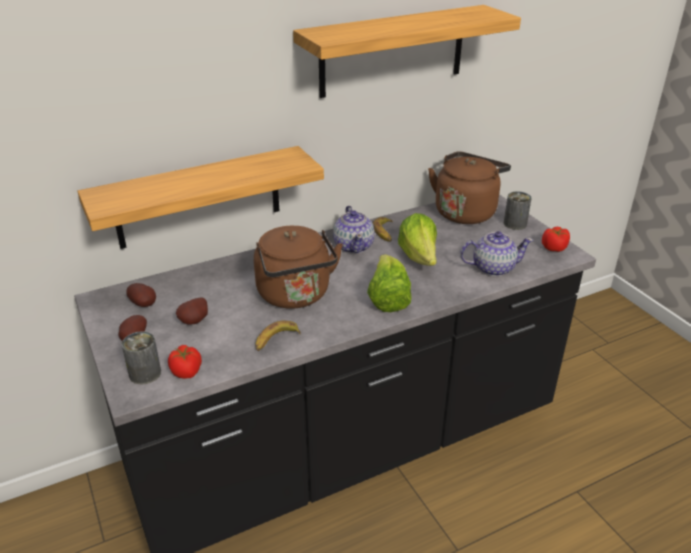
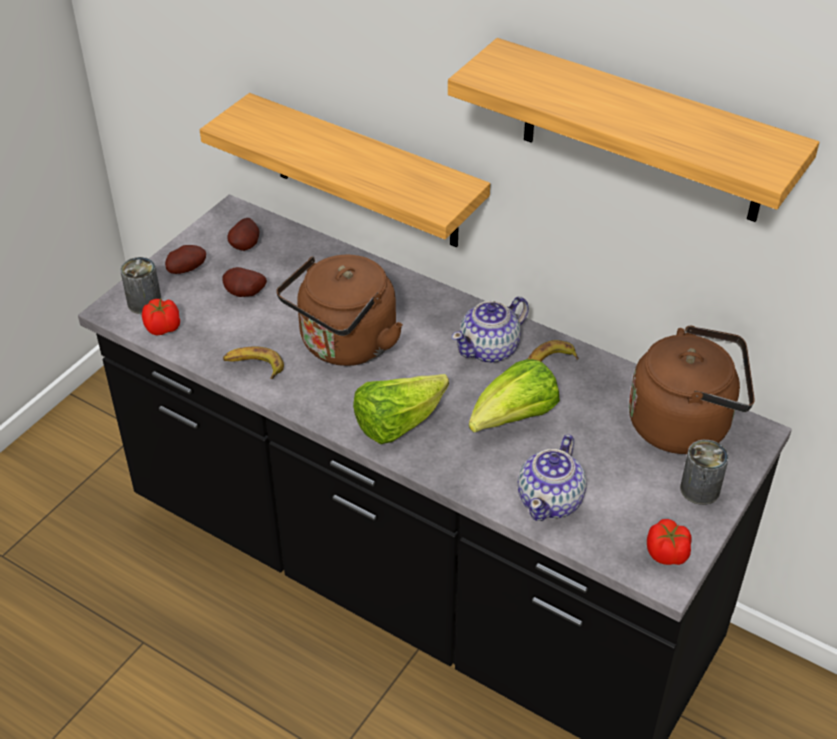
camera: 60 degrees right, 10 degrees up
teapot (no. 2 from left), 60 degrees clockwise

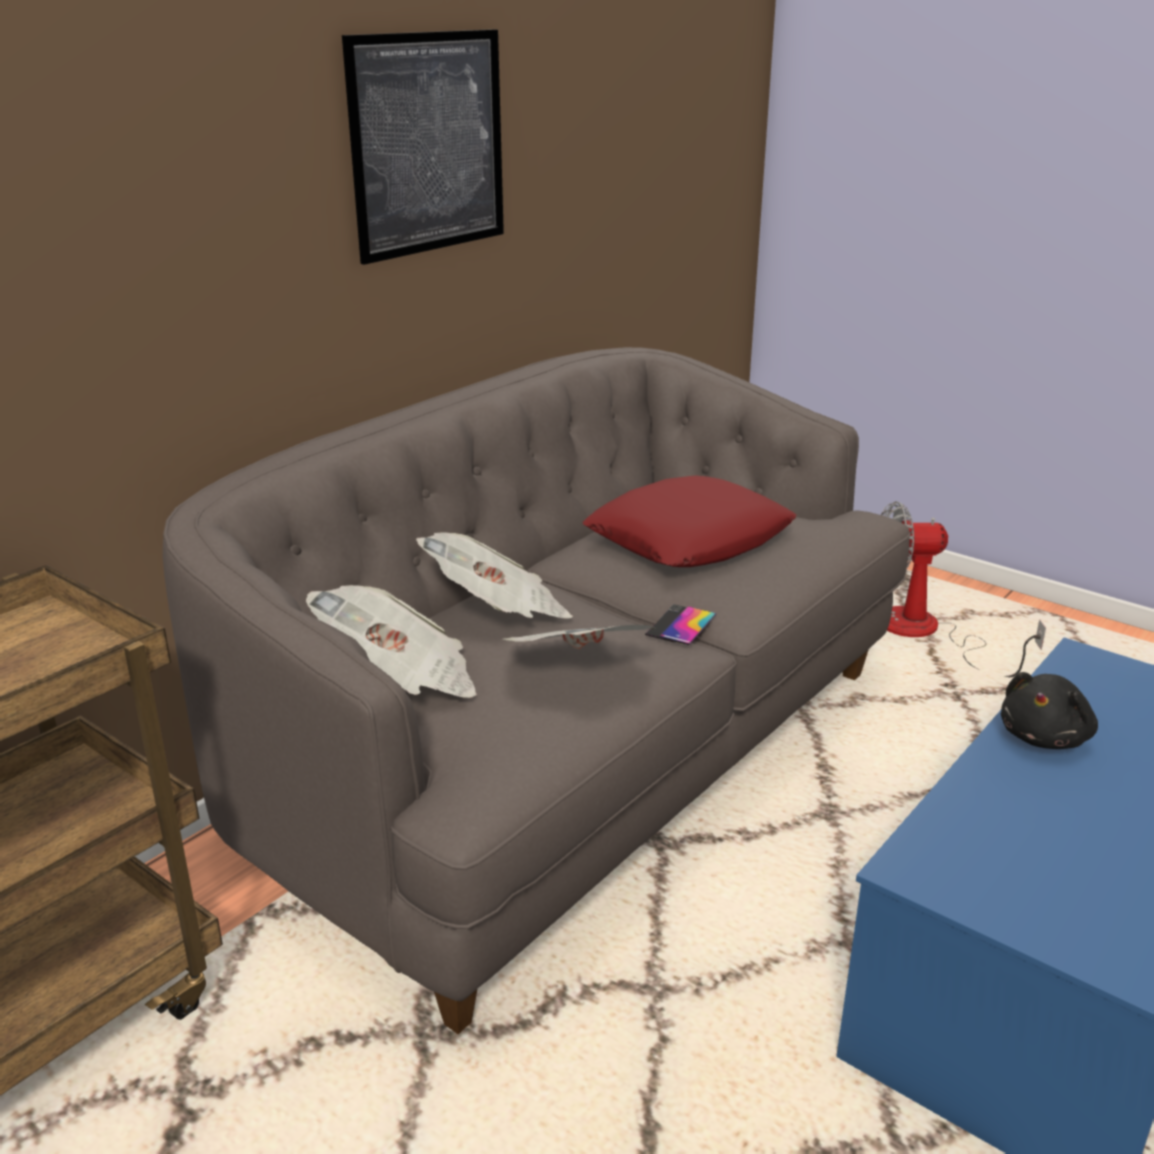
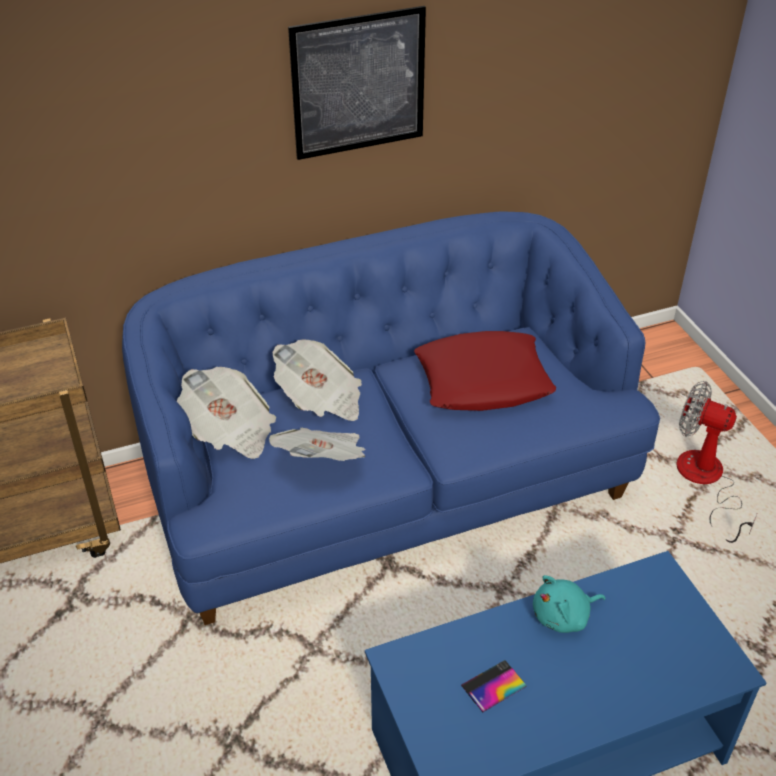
camera: 30 degrees right, 15 degrees up
sofa (grey) -> sofa (blue)
phone, shifted
plush toy (black) -> plush toy (turquoise)

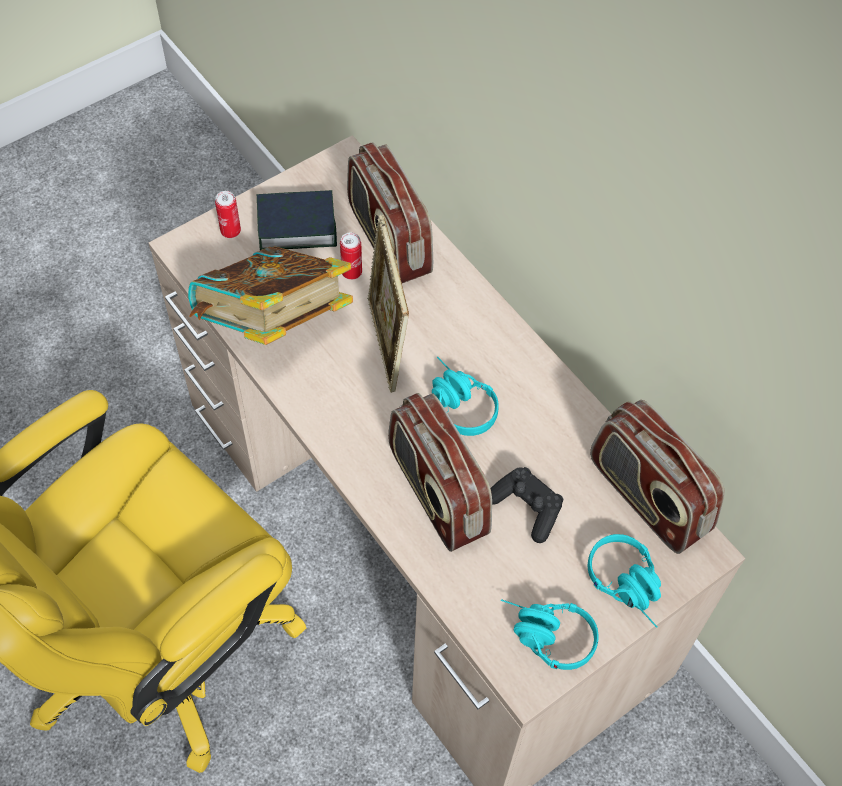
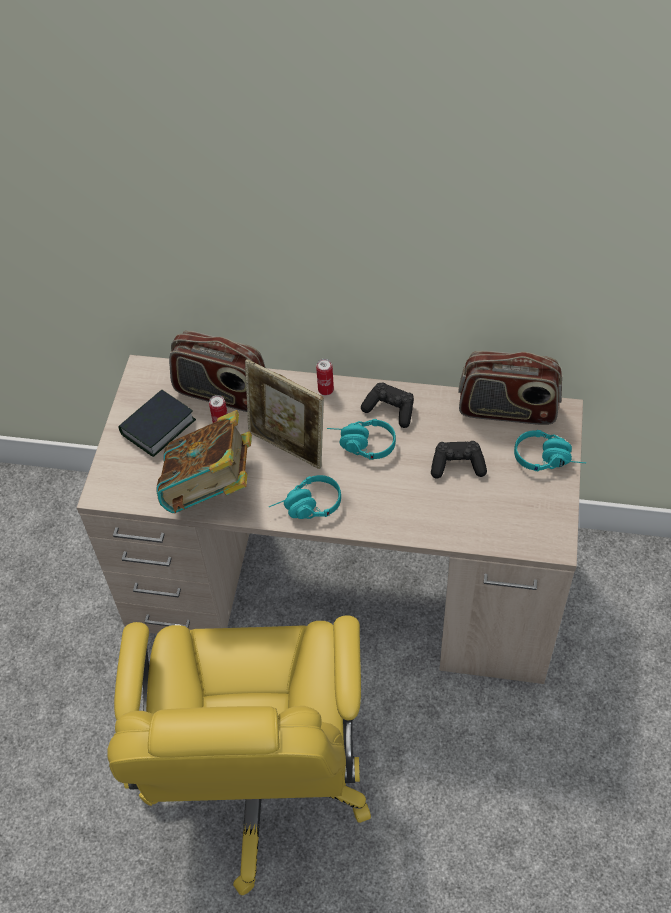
camera: 40 degrees left, 5 degrees down
can (no. 1 from left in the first image) -> can (no. 2 from left), shifted
radio (no. 2 from left) -> none
headphones (turquoise) (no. 2 from left in the first image) -> headphones (turquoise) (no. 1 from left), shifted
none -> game controller (black) (no. 1 from left)

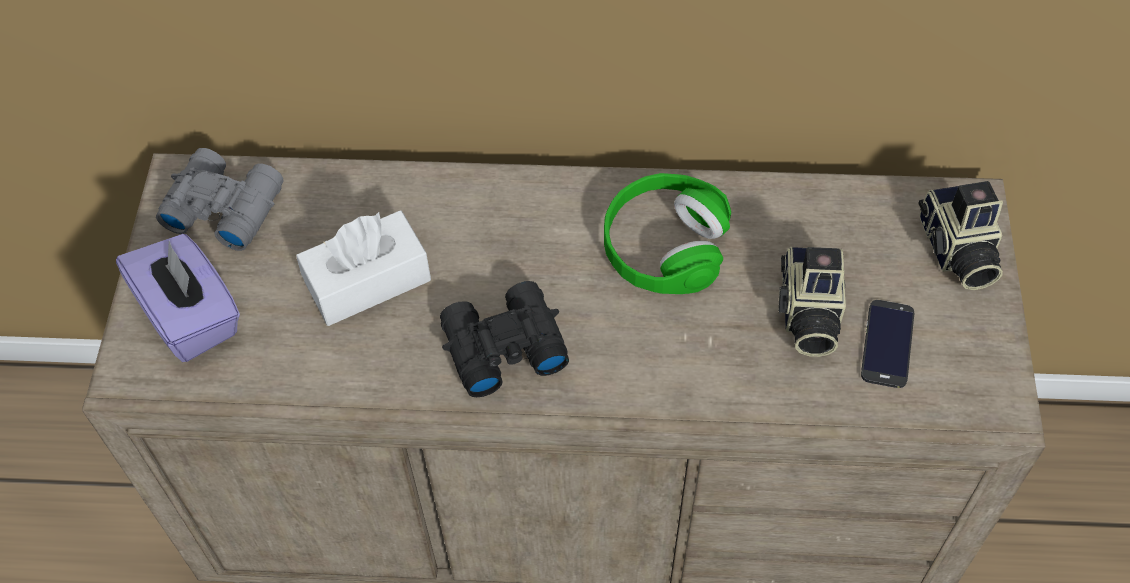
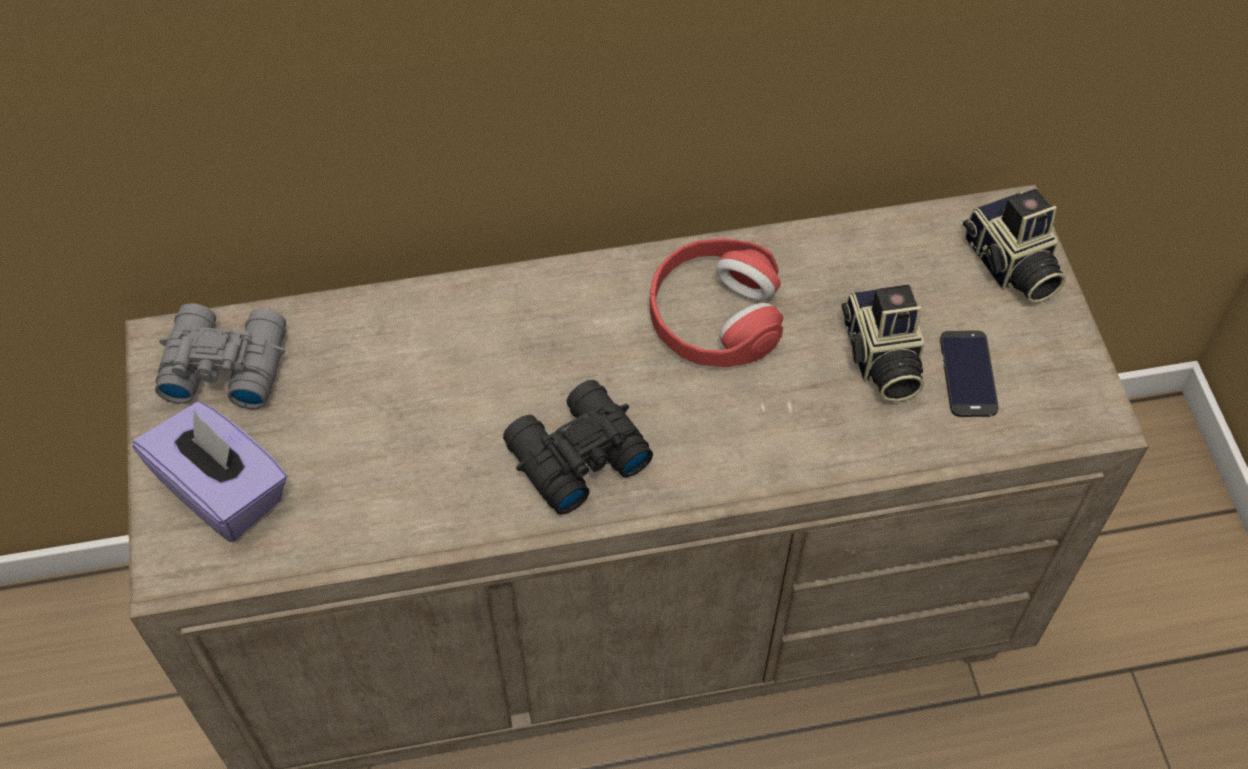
camera: 15 degrees left, 0 degrees up
headphones (green) -> headphones (red)
tissue box (white) -> none

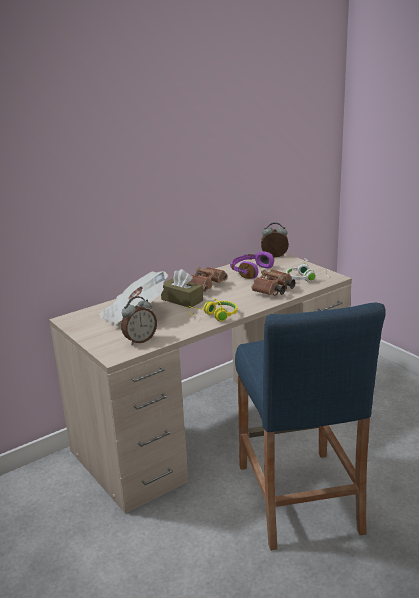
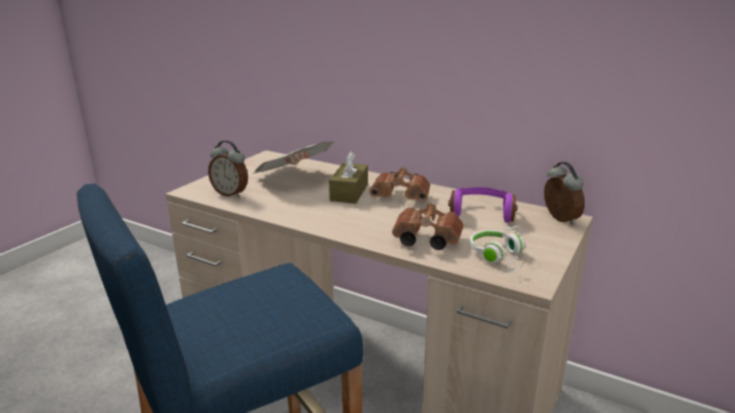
camera: 65 degrees right, 0 degrees up
headphones (yellow) -> none

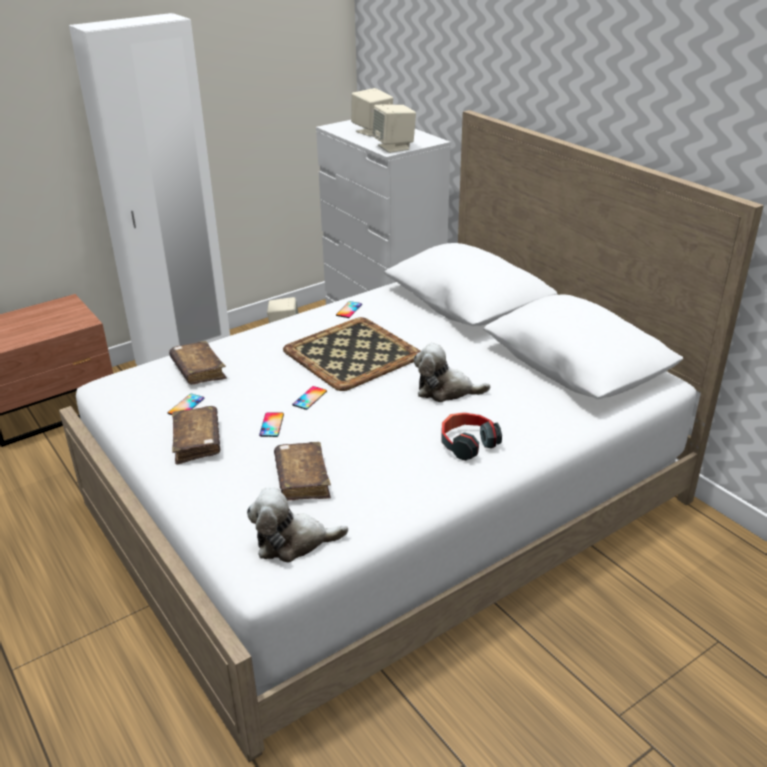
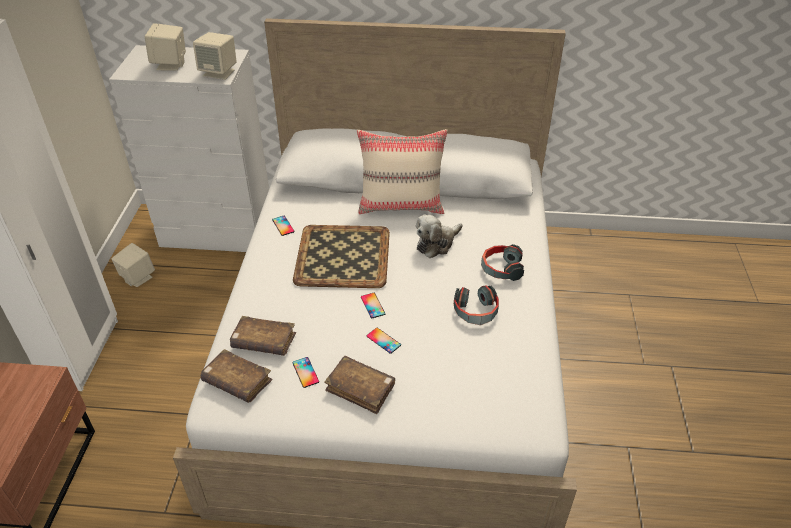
camera: 50 degrees left, 10 degrees up
book (brown) (no. 3 from left in the first image) -> book (brown) (no. 1 from left), shifted
plush toy (no. 1 from left) -> none
none -> pillow (beige)
none -> headphones (no. 1 from left)

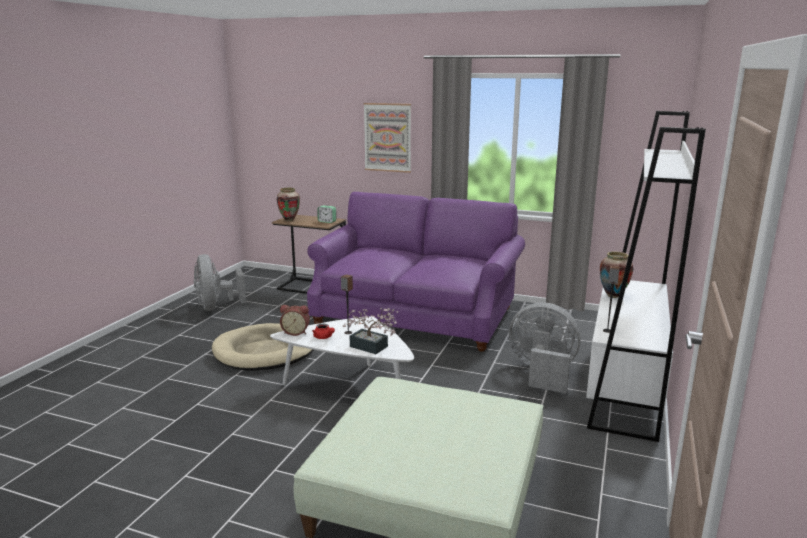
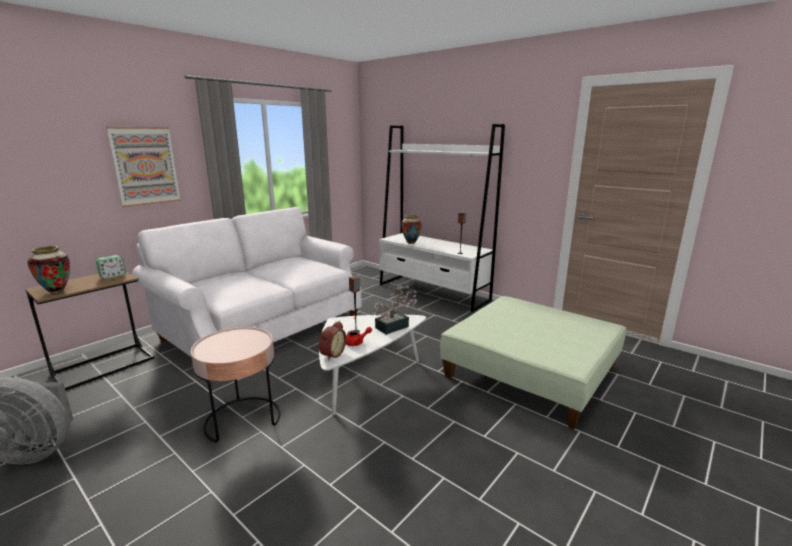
camera: 70 degrees left, 0 degrees up
sofa (purple) -> sofa (white)
fan (grey) (no. 2 from left) -> none
dog bed (beige) -> side table (pink)

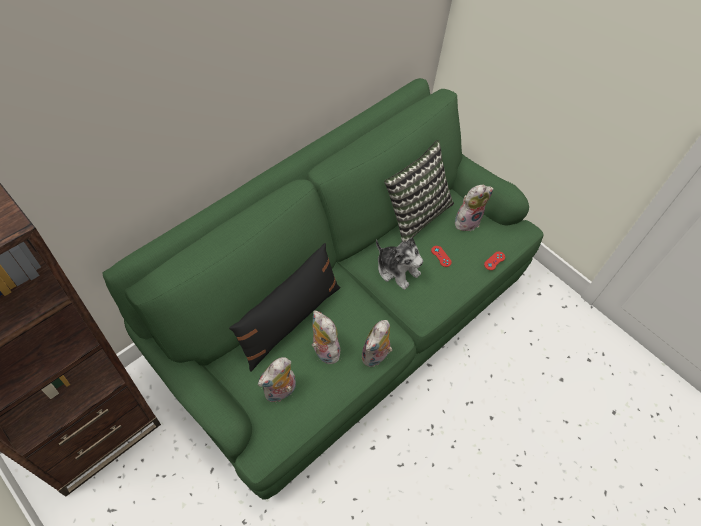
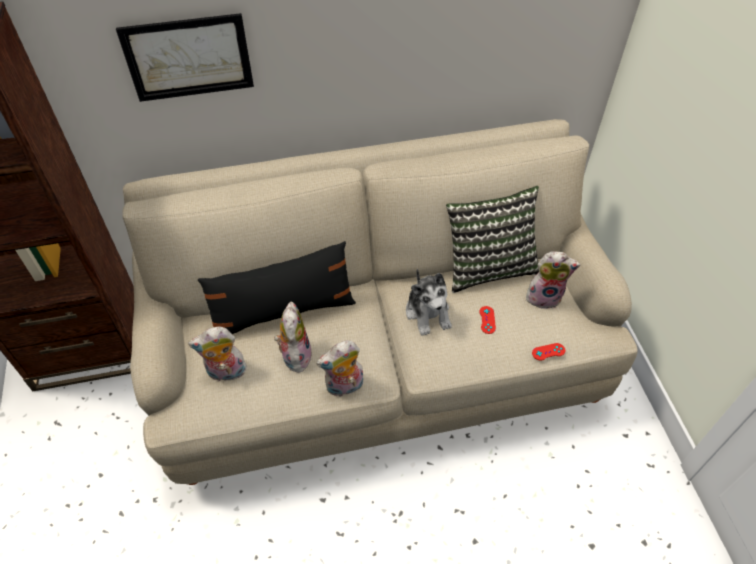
camera: 35 degrees right, 5 degrees down
sofa (green) -> sofa (beige)
none -> picture

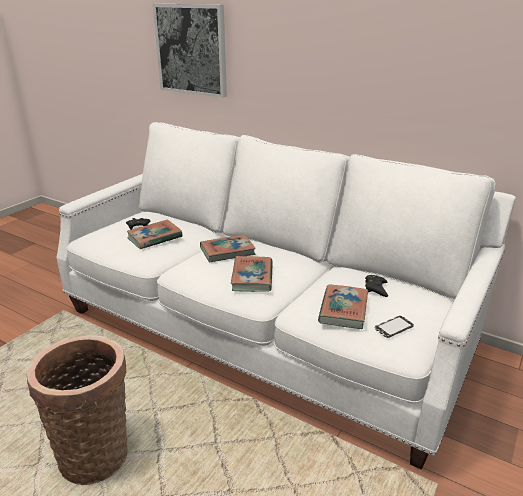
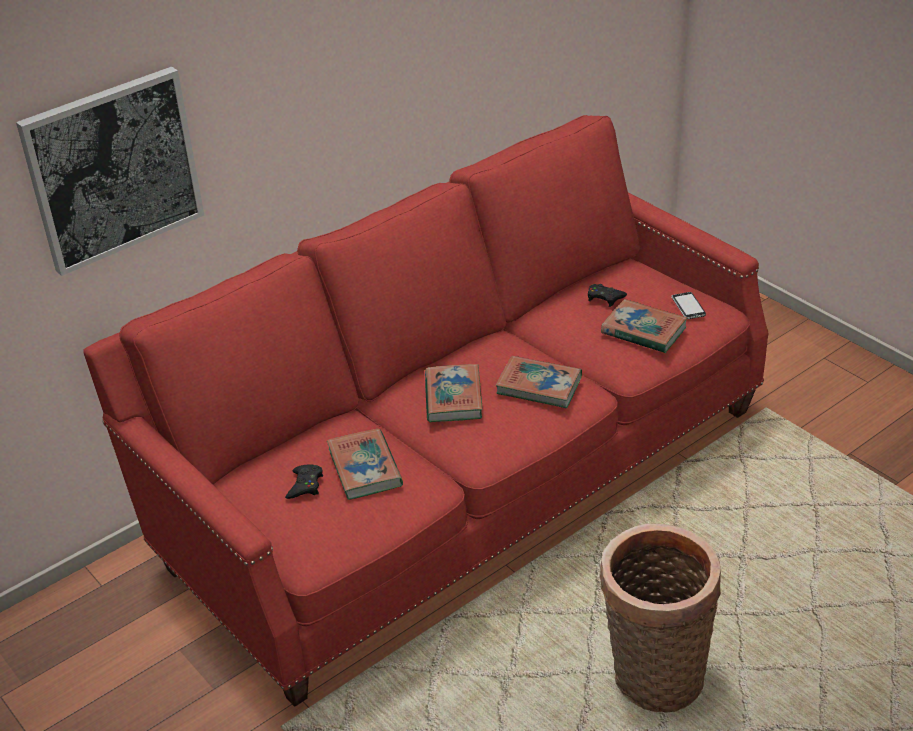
camera: 70 degrees left, 10 degrees up
sofa (white) -> sofa (red)

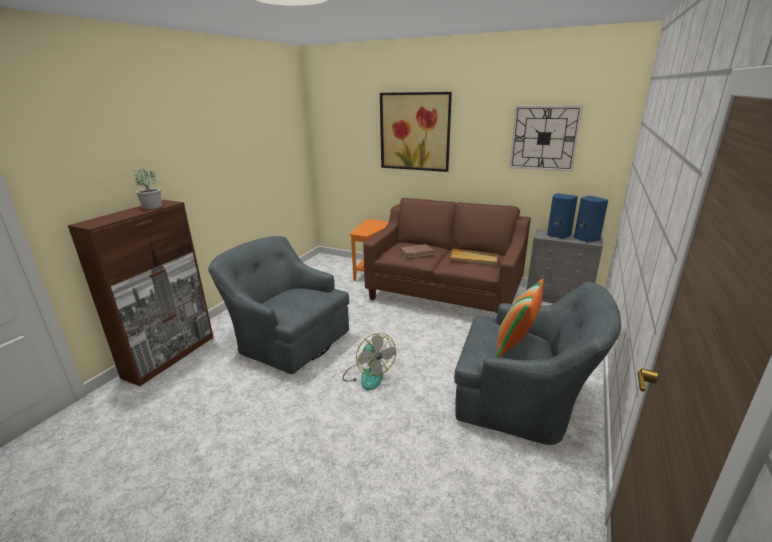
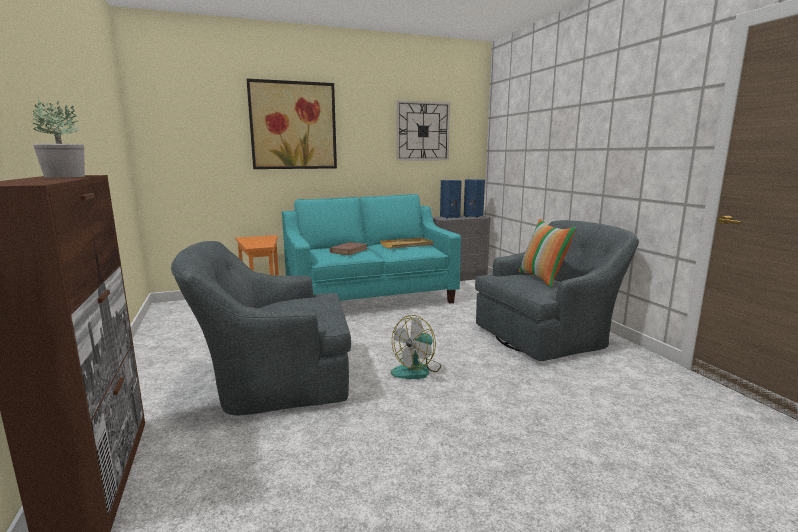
camera: 45 degrees left, 10 degrees down
sofa (brown) -> sofa (turquoise)
fan, 120 degrees clockwise

